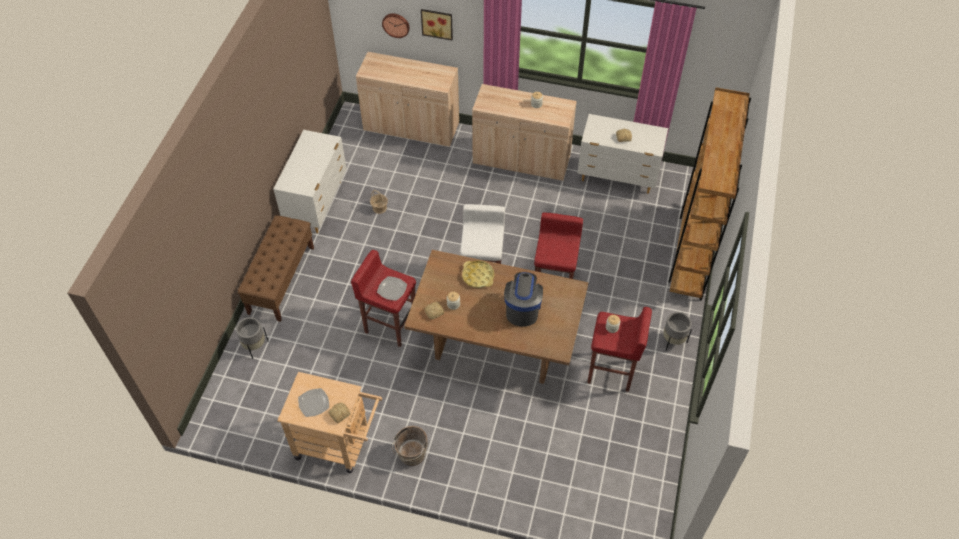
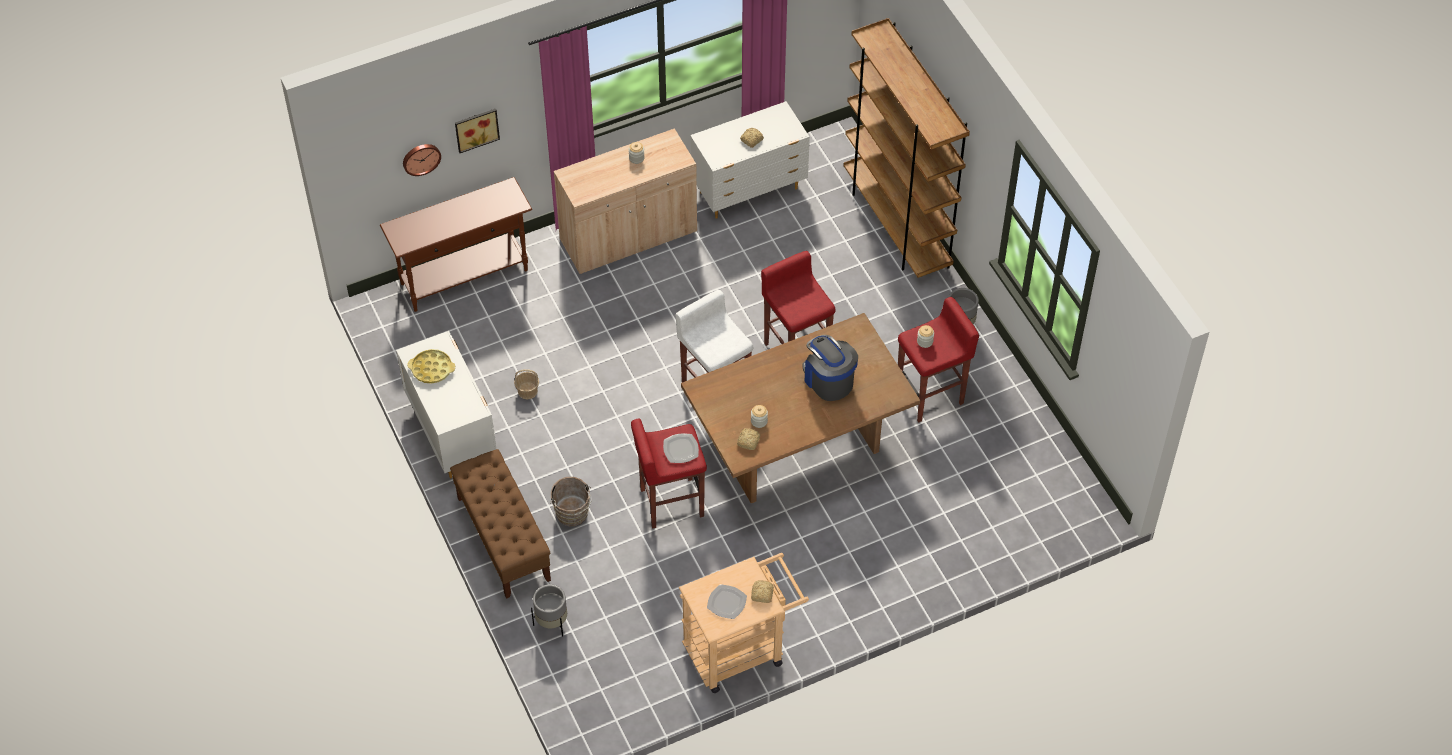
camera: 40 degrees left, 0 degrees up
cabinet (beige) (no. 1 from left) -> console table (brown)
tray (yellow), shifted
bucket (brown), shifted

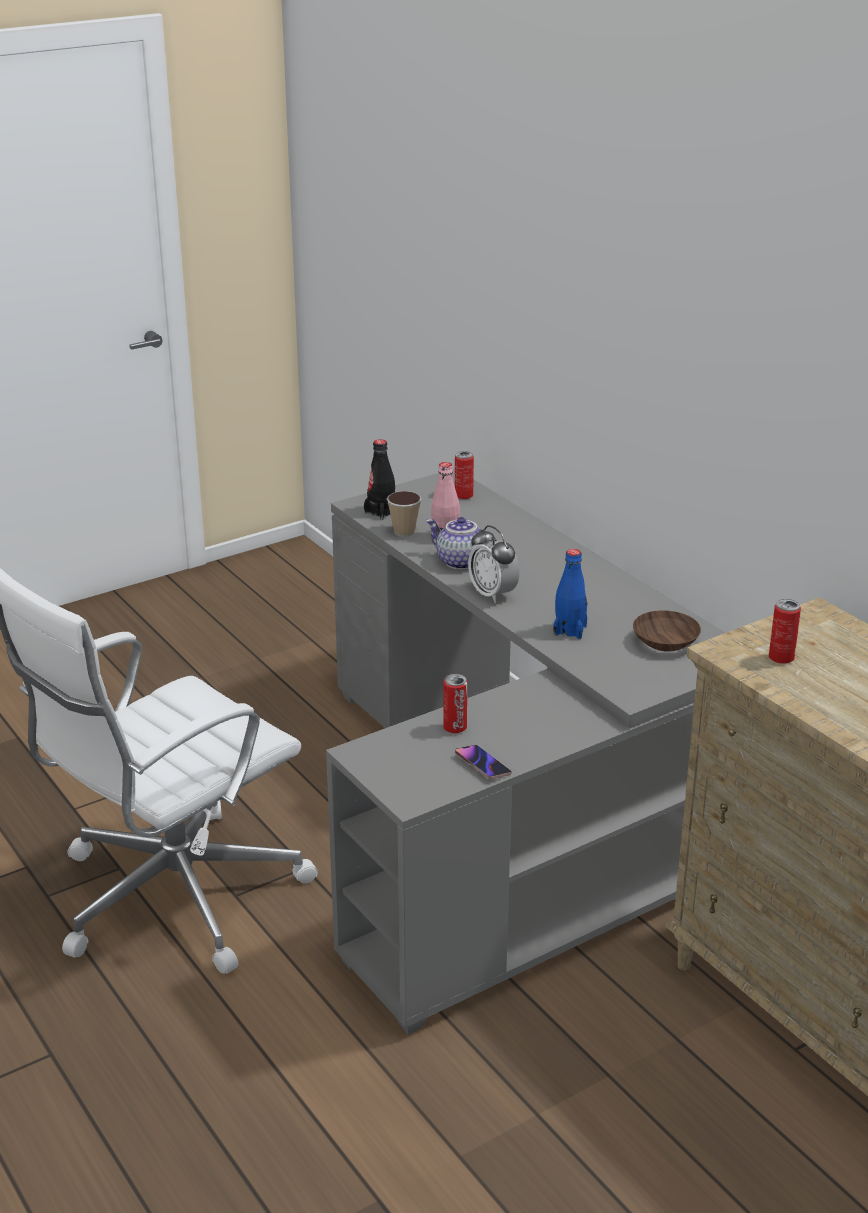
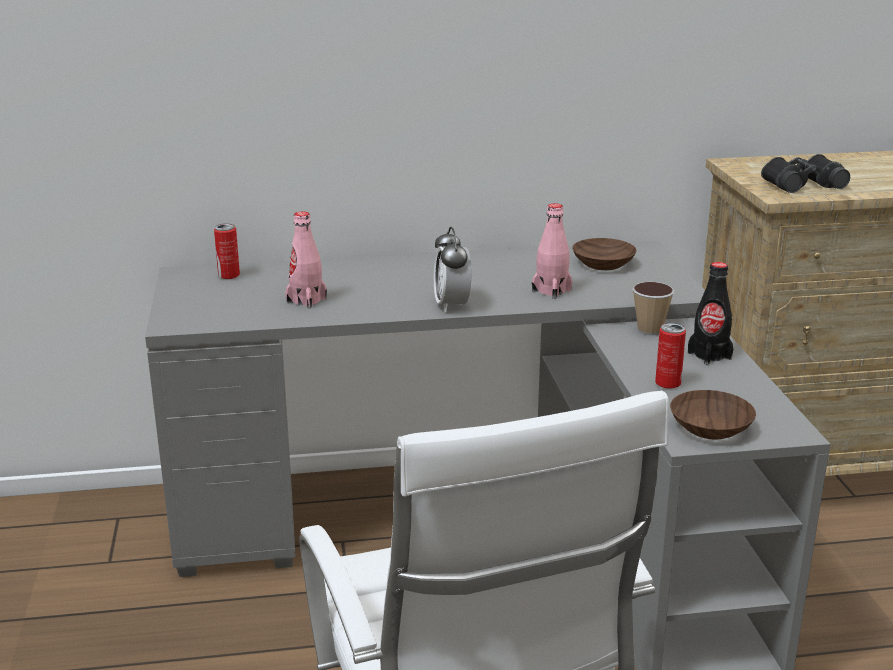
camera: 65 degrees left, 5 degrees down
bottle (black), shifted
cup, shifted
teapot -> none
alarm clock, 90 degrees clockwise
bottle (blue) -> bottle (pink) (no. 2 from left)
can (no. 3 from left) -> binoculars (black)
phone -> none
none -> bowl (brown) (no. 2 from left)

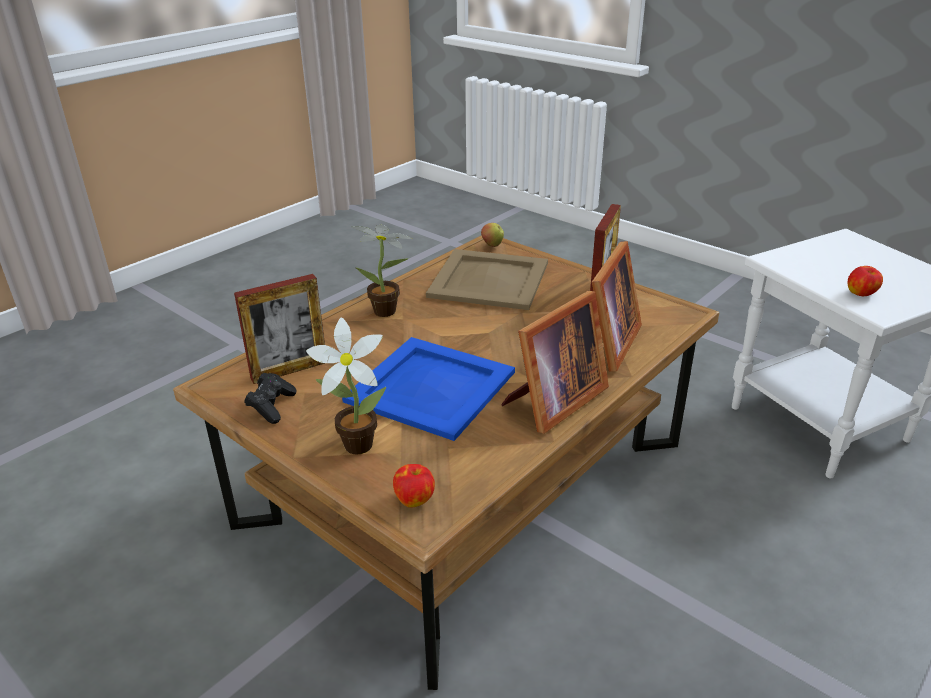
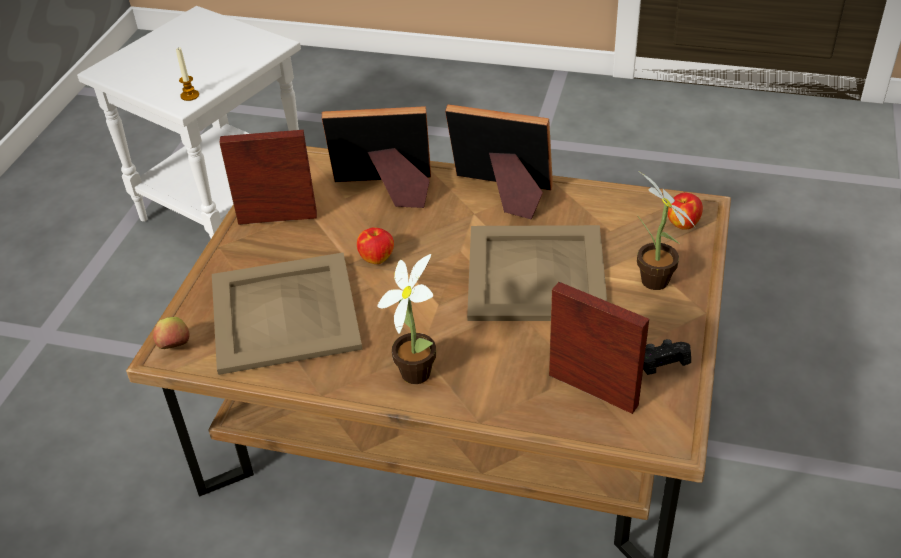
camera: 115 degrees left, 10 degrees up
apple (no. 3 from left in the first image) -> apple (no. 2 from left), shifted
tray (blue) -> tray (beige) (no. 2 from left)
none -> candle

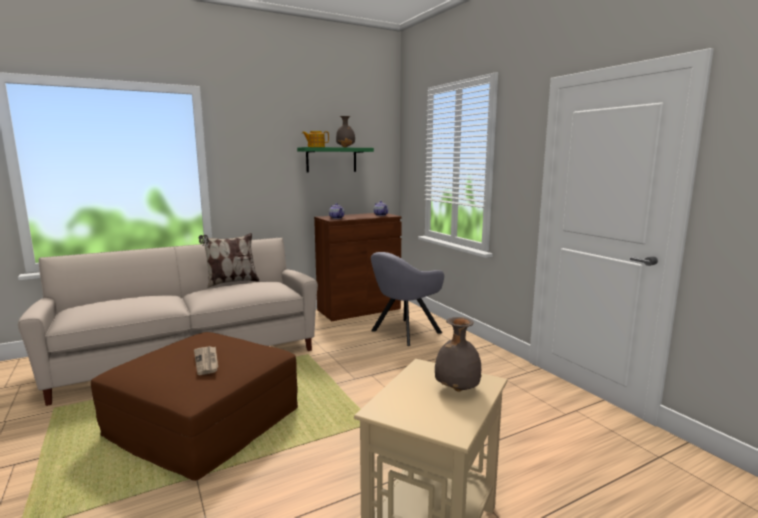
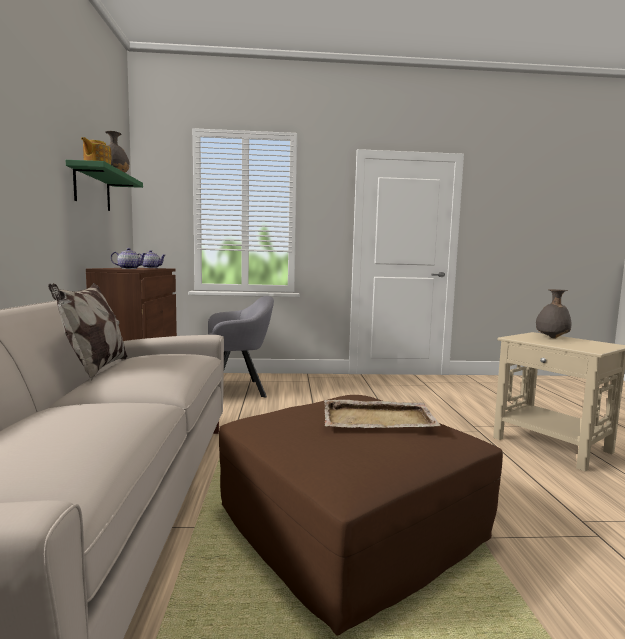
camera: 65 degrees left, 5 degrees down
armchair (grey), 90 degrees counterclockwise
newspaper -> tray (beige)

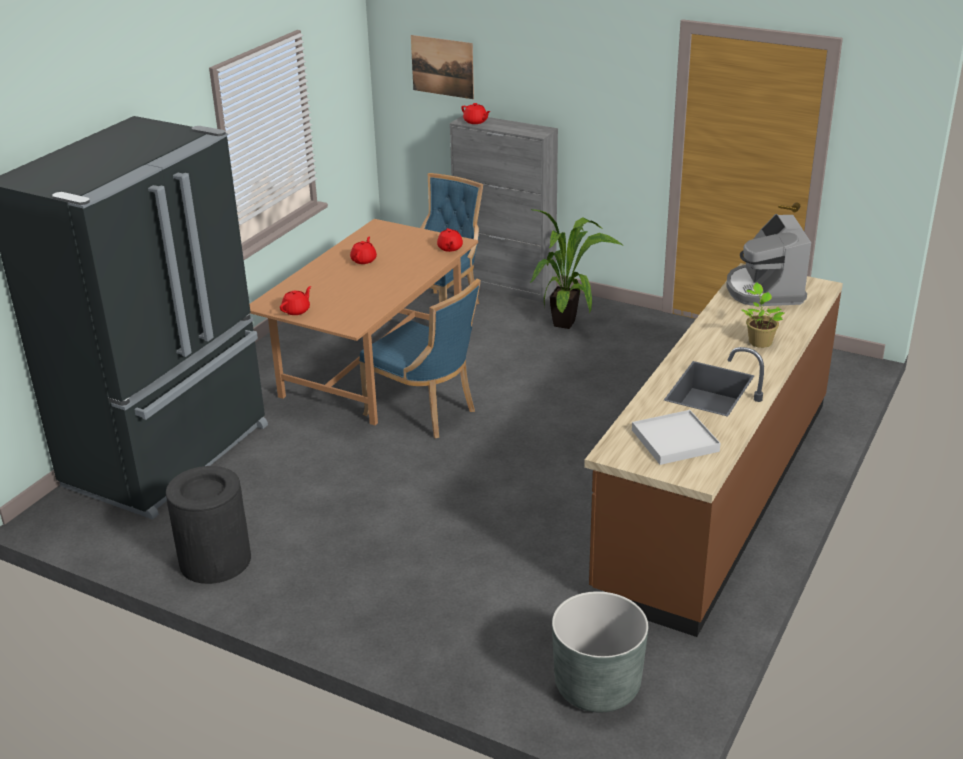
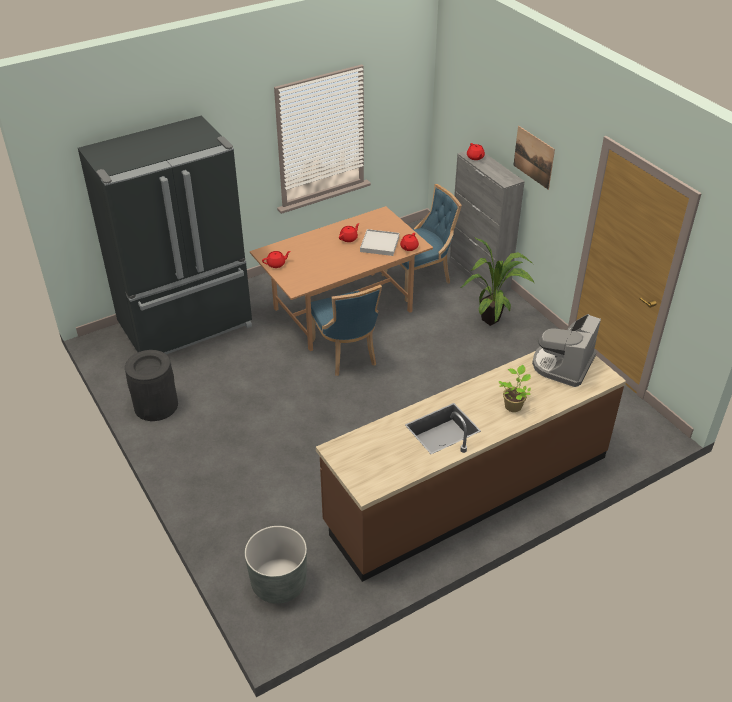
camera: 30 degrees right, 10 degrees up
picture, shifted
tray (white), shifted

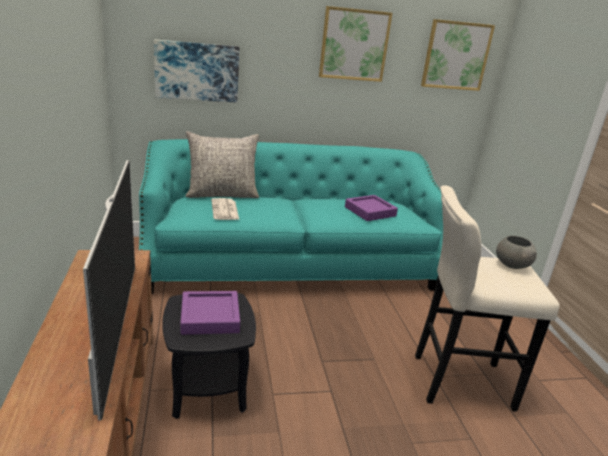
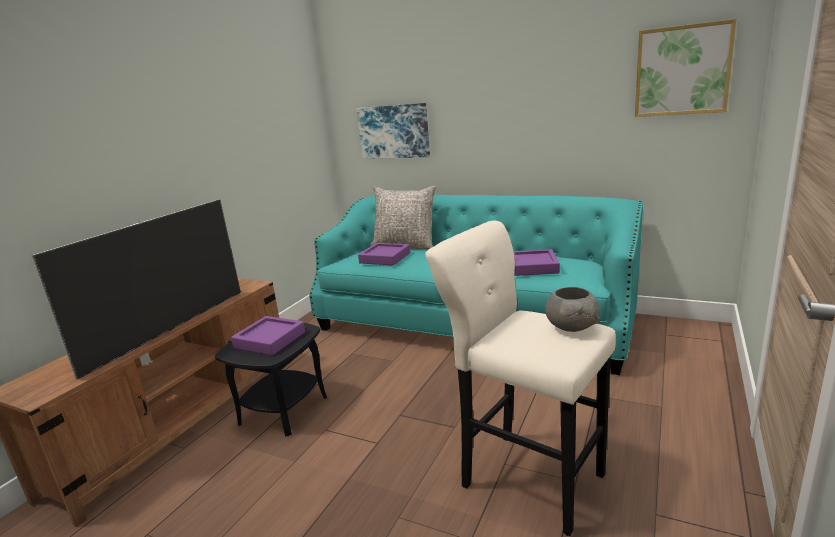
camera: 40 degrees right, 5 degrees down
picture (no. 2 from left) -> none
newspaper -> tray (purple) (no. 2 from left)

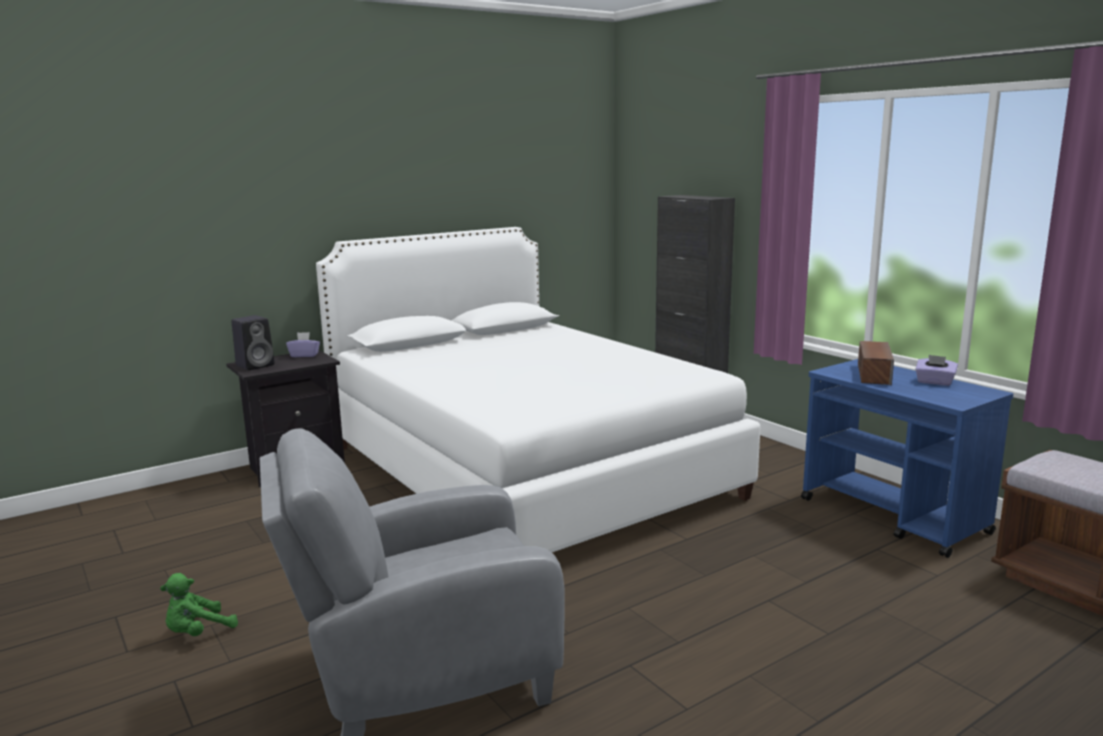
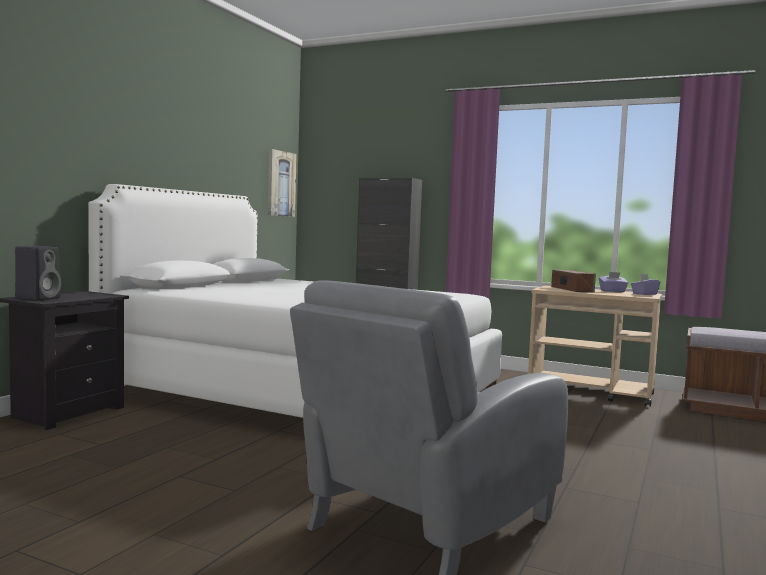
camera: 30 degrees left, 10 degrees down
tissue box (purple) (no. 1 from left in the first image) -> tissue box (purple) (no. 2 from left), shifted
cart (blue) -> cart (beige)
plush toy (green) -> none
none -> picture

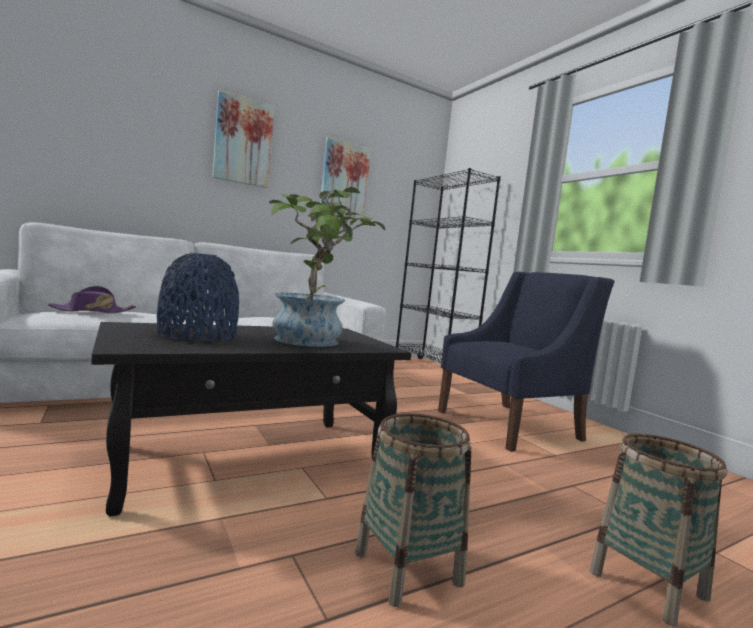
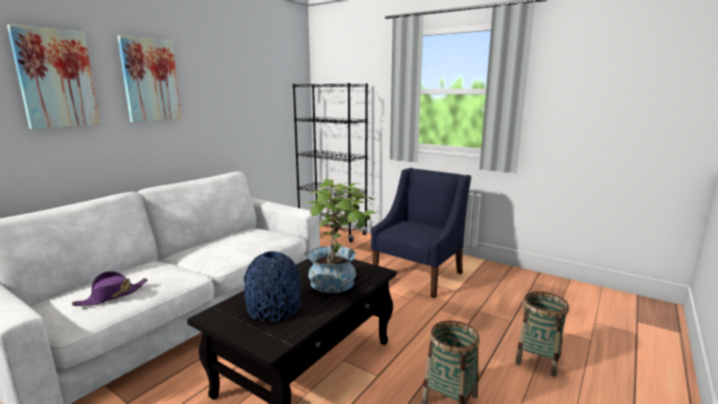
camera: 25 degrees left, 10 degrees up
picture (no. 2 from left in the first image) -> picture (no. 1 from left), shifted

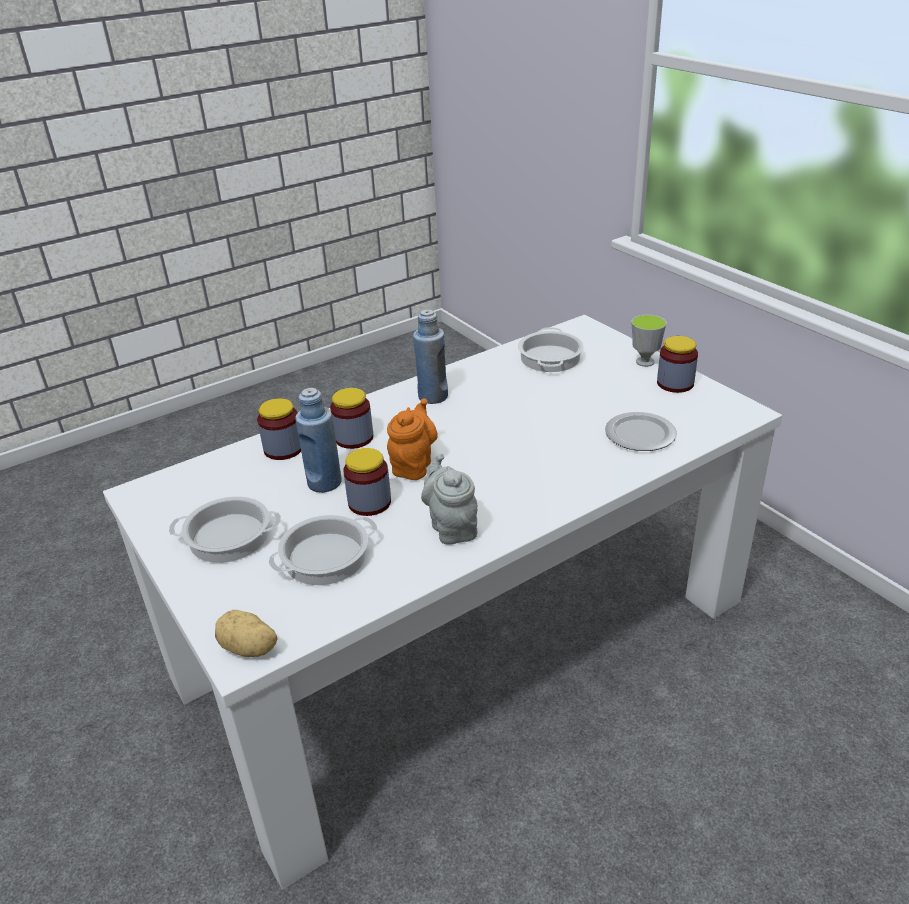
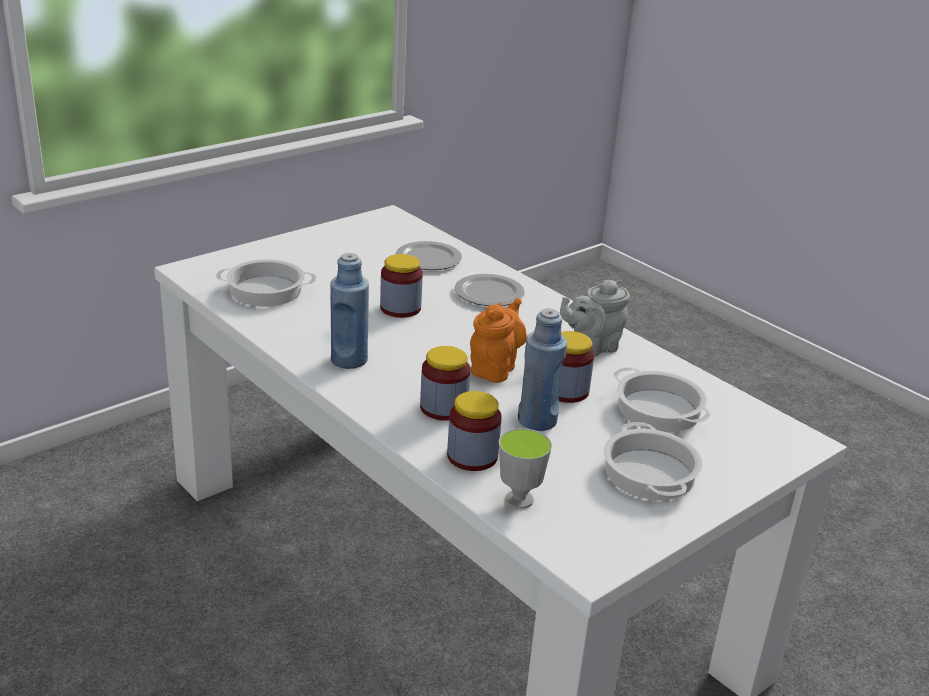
camera: 100 degrees left, 5 degrees down
cup, shifted
jar (no. 4 from left in the first image) -> jar (no. 1 from left), shifted
teapot (orange), 105 degrees clockwise
potato -> none
none -> plate (no. 2 from left)

